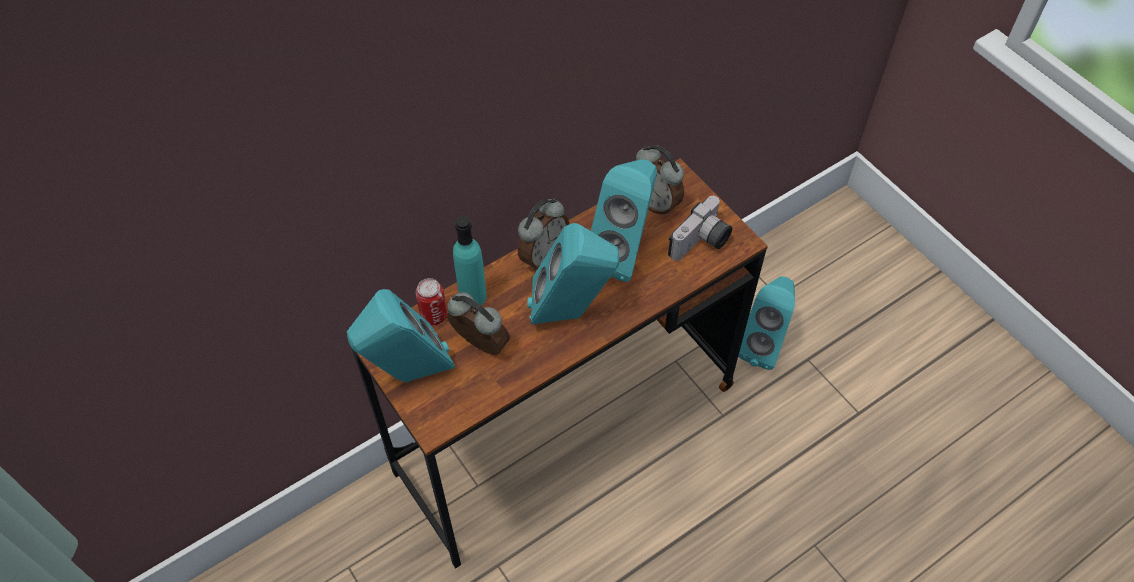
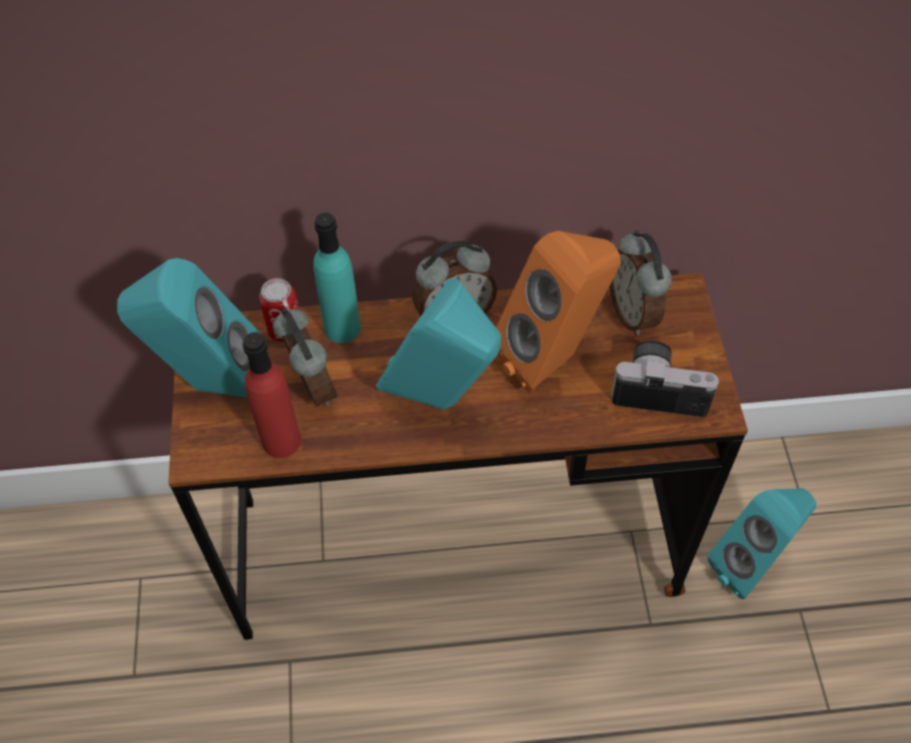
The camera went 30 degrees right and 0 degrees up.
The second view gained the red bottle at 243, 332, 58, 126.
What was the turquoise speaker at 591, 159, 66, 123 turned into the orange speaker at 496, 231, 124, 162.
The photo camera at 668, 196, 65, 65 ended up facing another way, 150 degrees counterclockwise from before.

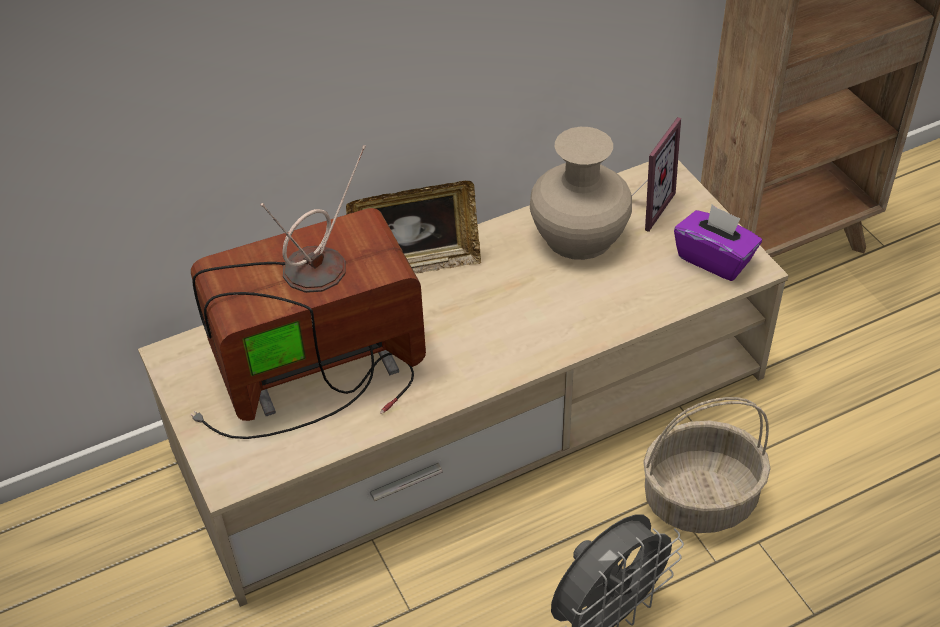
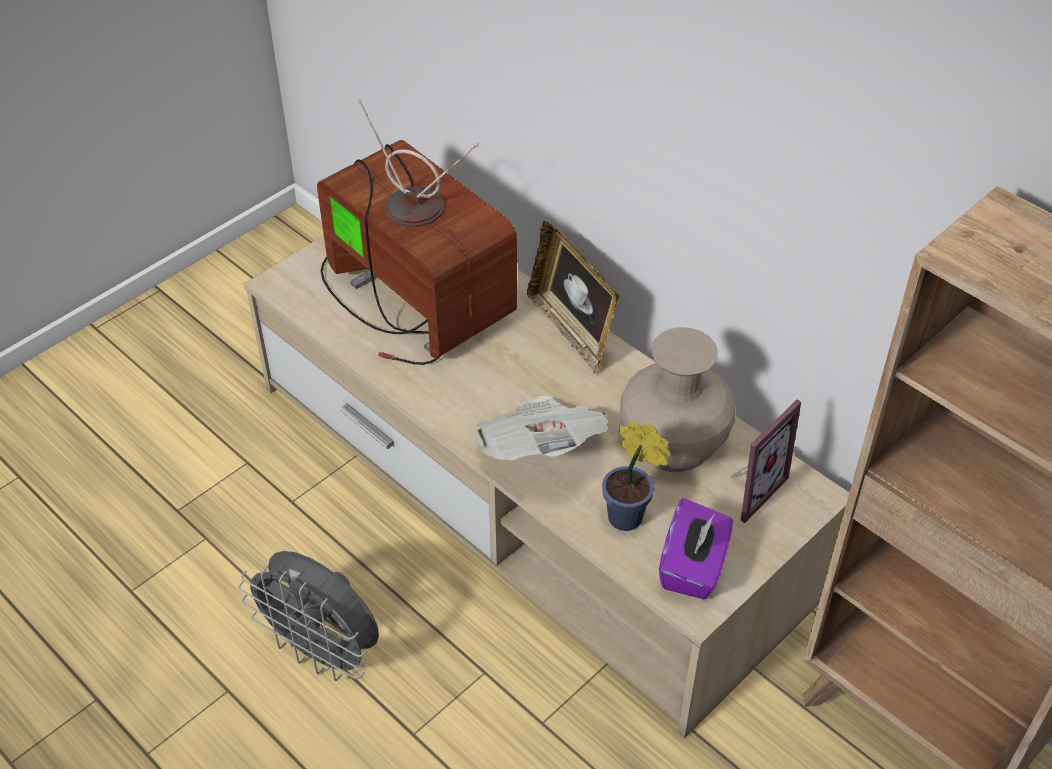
The camera went 70 degrees right and 0 degrees up.
The second view lost the basket at 643, 397, 128, 136.
The second view gained the newspaper at 475, 395, 134, 65.
The second view gained the potted plant at 602, 421, 69, 110.
The picture frame at 632, 117, 49, 115 ended up facing another way, 60 degrees counterclockwise from before.

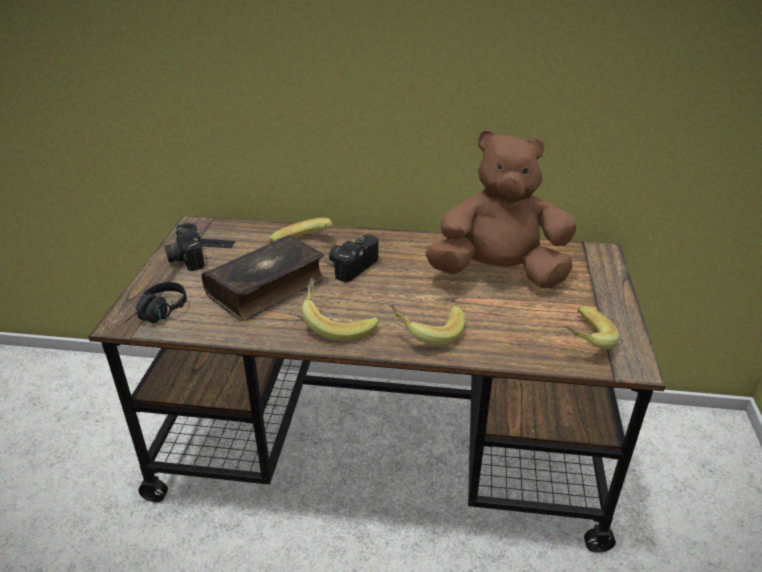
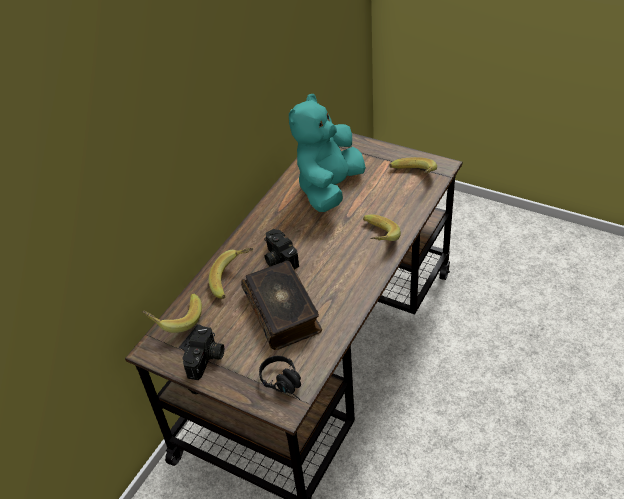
The camera went 65 degrees left and 10 degrees up.
The banana ended up elsewhere, having gone from 301, 278, 78, 63 to 142, 293, 60, 40.
What was the brown plush toy at 425, 130, 151, 158 turned into the turquoise plush toy at 289, 94, 77, 118.
The photo camera at 165, 223, 40, 48 ended up facing another way, 75 degrees counterclockwise from before.

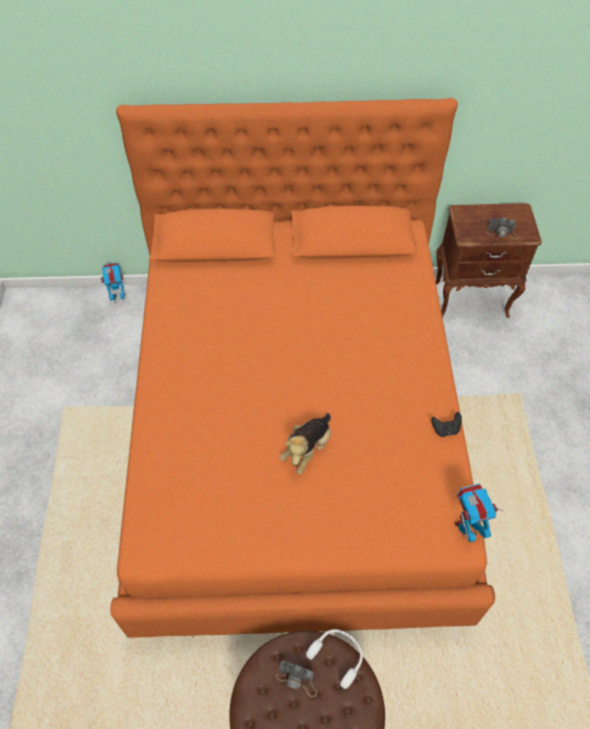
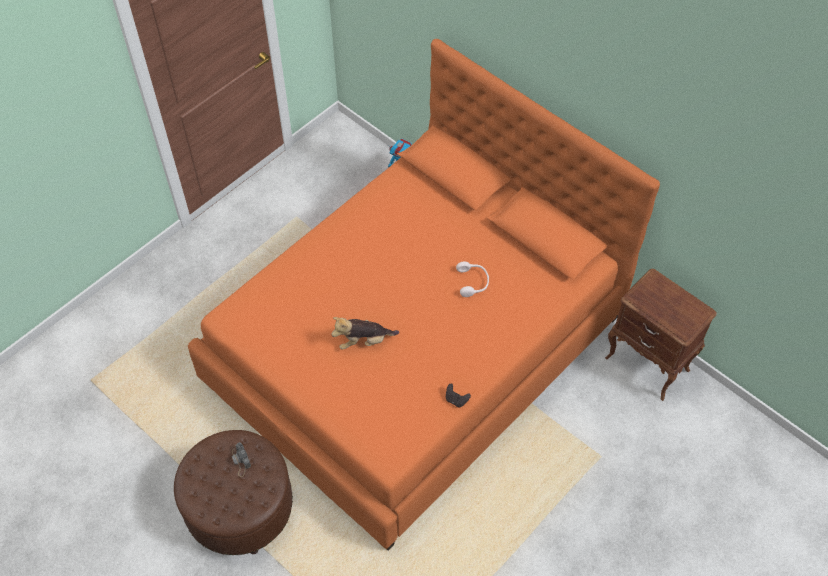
The camera went 45 degrees right and 0 degrees up.
The second view lost the toy robot at 454, 483, 49, 59.
The second view lost the photo camera at 487, 217, 32, 23.
The white headphones ended up elsewhere, having gone from 306, 629, 57, 60 to 456, 262, 33, 35.

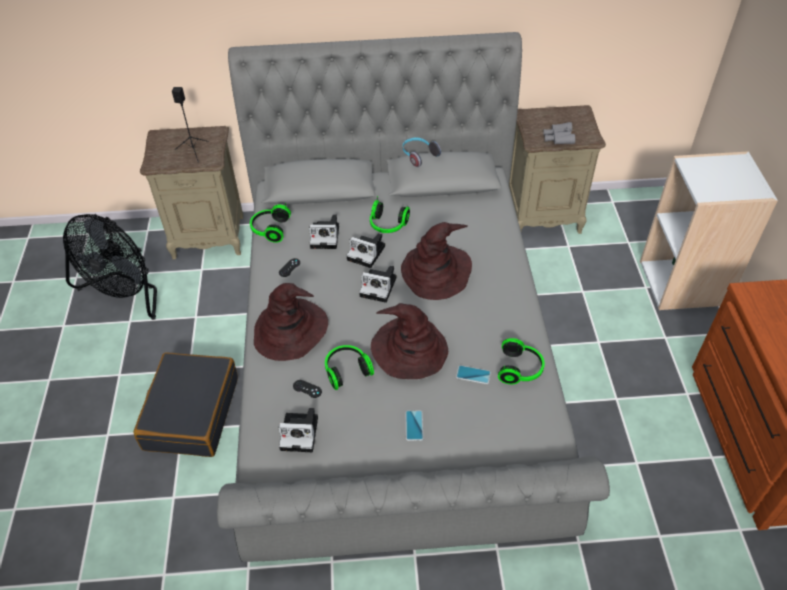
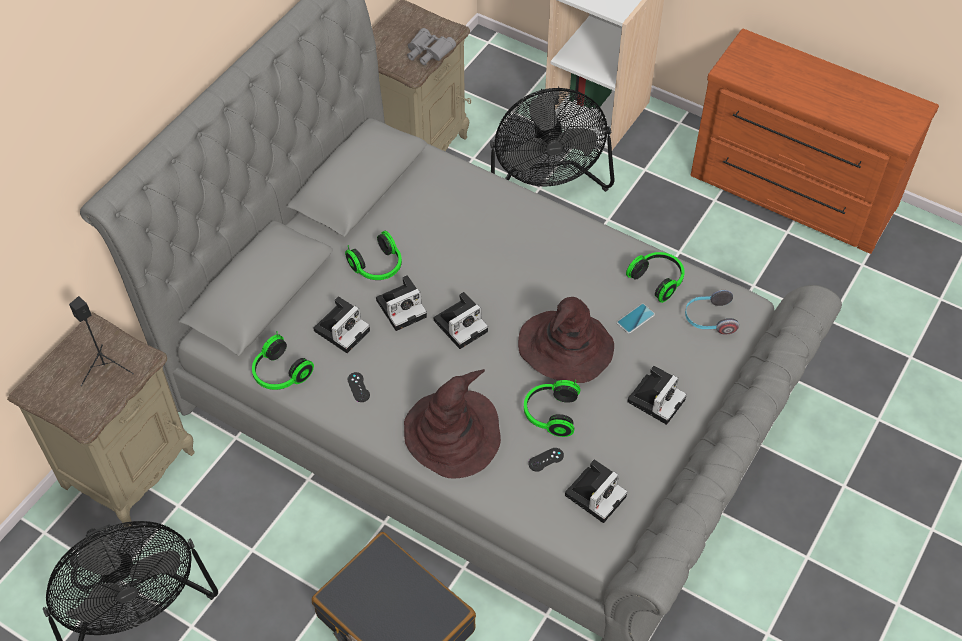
The camera went 55 degrees left and 5 degrees up.
The second view lost the brown hat at 401, 222, 71, 78.
The second view gained the black fan at 490, 86, 125, 106.
The headphones ended up elsewhere, having gone from 403, 137, 38, 30 to 685, 290, 54, 44.
Where the phone stood at 405, 410, 18, 31, the photo camera came to stand at 627, 366, 60, 59.

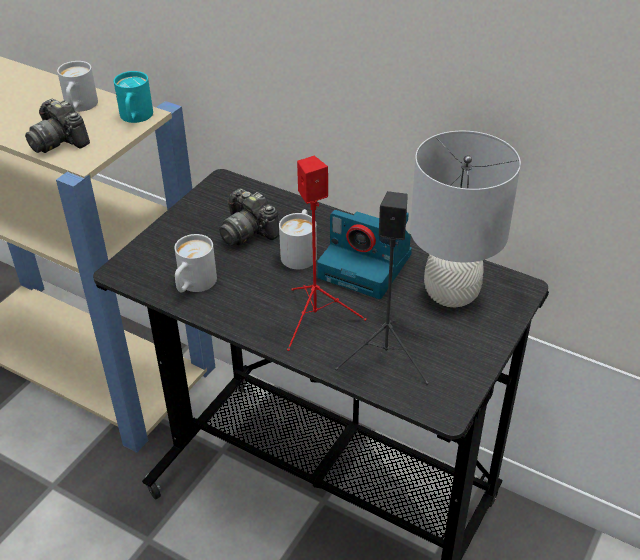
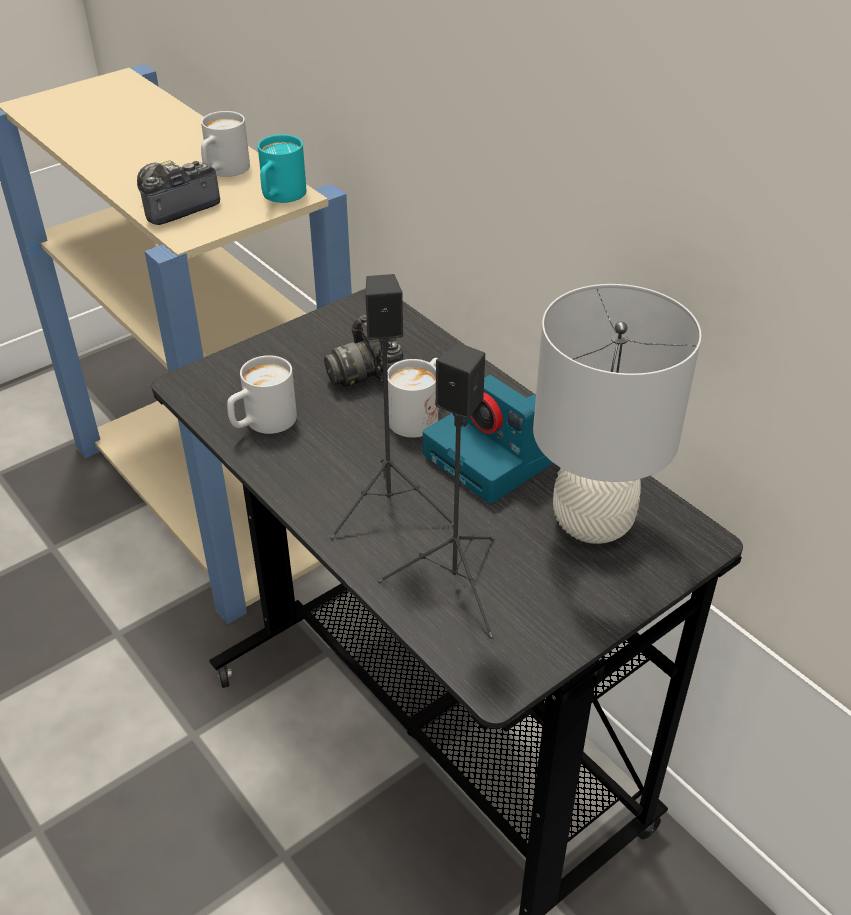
The camera went 20 degrees right and 0 degrees up.
What was the red speaker at 287, 156, 79, 195 turned into the black speaker at 330, 274, 124, 266.
The photo camera at 25, 99, 65, 54 ended up facing another way, 75 degrees clockwise from before.

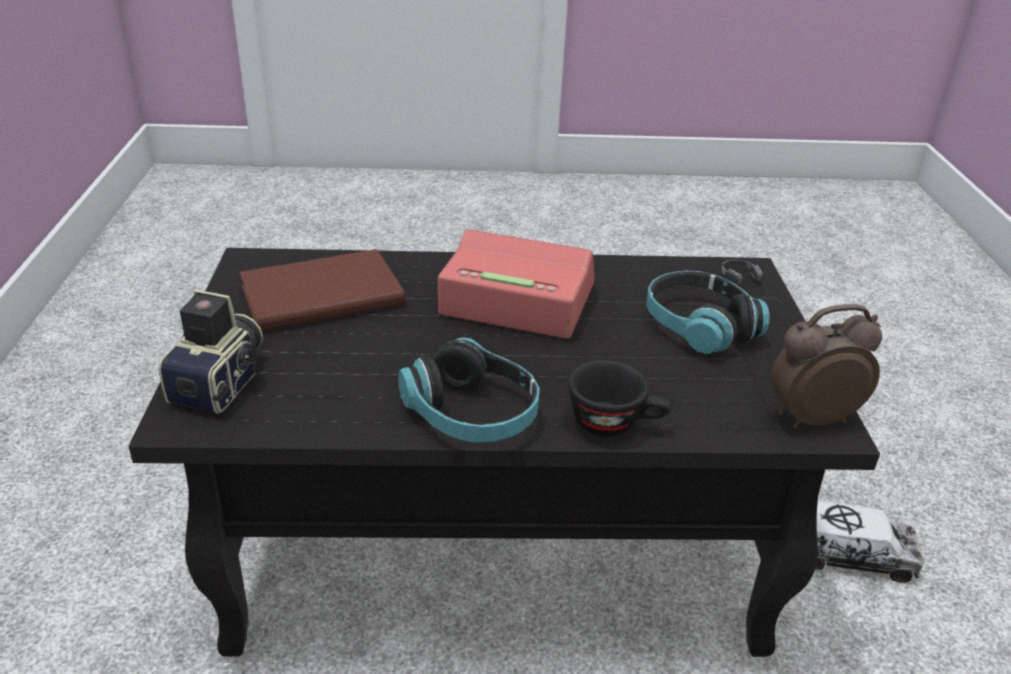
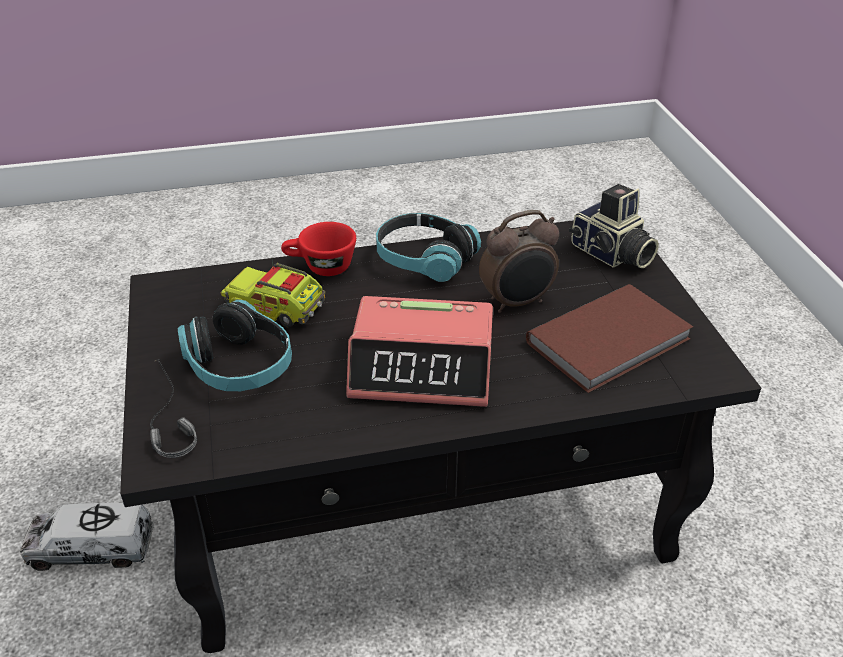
The camera went 170 degrees right and 5 degrees up.
The second view gained the toy truck at 221, 259, 104, 68.
The alarm clock ended up elsewhere, having gone from 771, 304, 111, 124 to 479, 210, 80, 103.
What was the black cup at 568, 360, 104, 77 turned into the red cup at 281, 222, 75, 54.
The photo camera at 158, 290, 105, 123 ended up facing another way, 45 degrees counterclockwise from before.

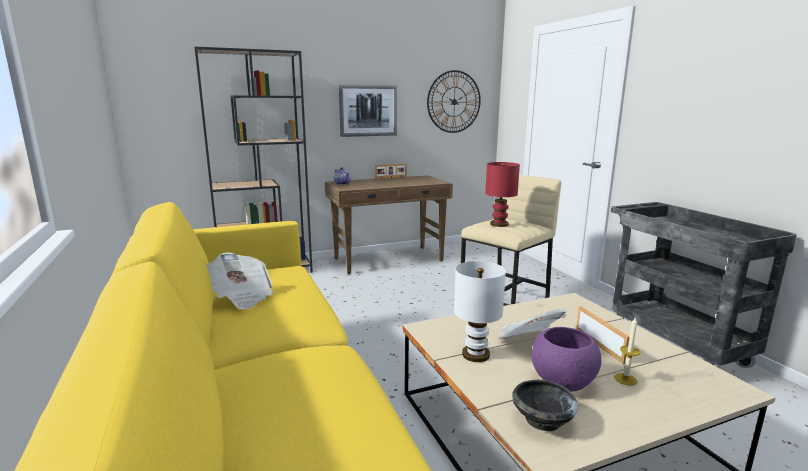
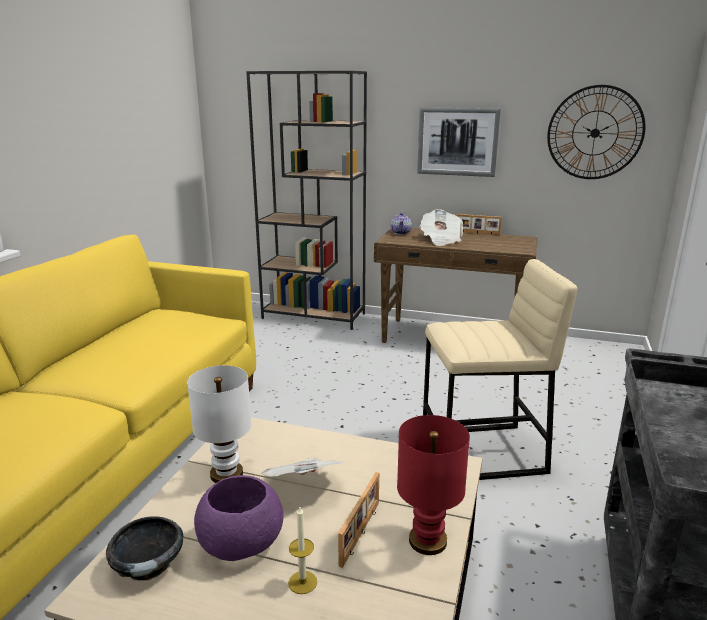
The camera went 40 degrees right and 5 degrees up.
The newspaper ended up elsewhere, having gone from 207, 252, 67, 58 to 419, 209, 44, 37.
The red table lamp ended up elsewhere, having gone from 485, 162, 35, 65 to 397, 415, 73, 140.

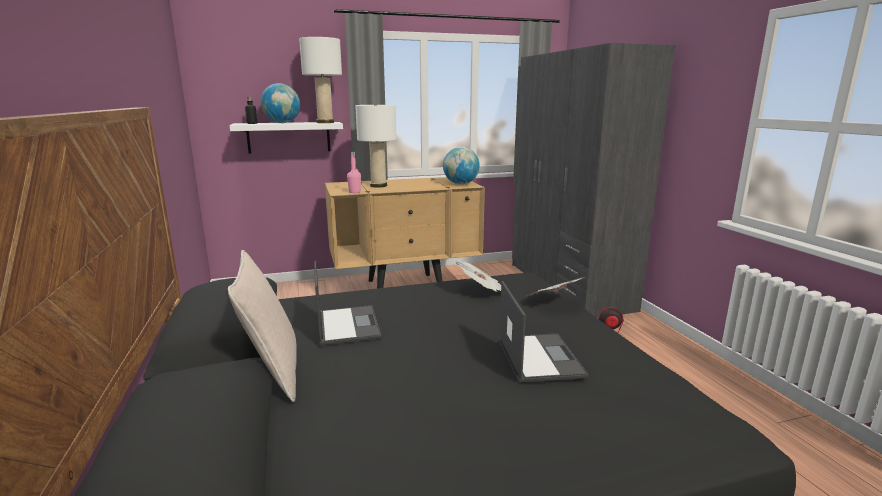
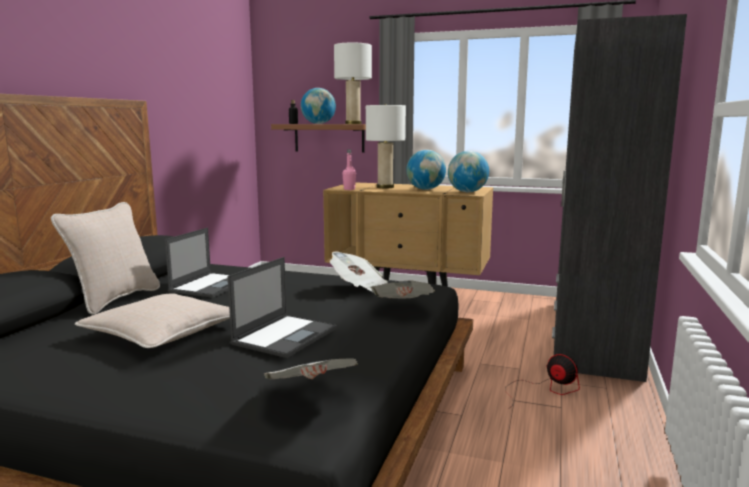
The camera went 35 degrees right and 5 degrees down.
The second view gained the beige pillow at 75, 293, 155, 55.
The second view gained the newspaper at 263, 358, 95, 21.
The second view gained the globe at 406, 150, 40, 40.
What was the white shelf at 230, 122, 113, 32 turned into the brown shelf at 271, 124, 95, 29.

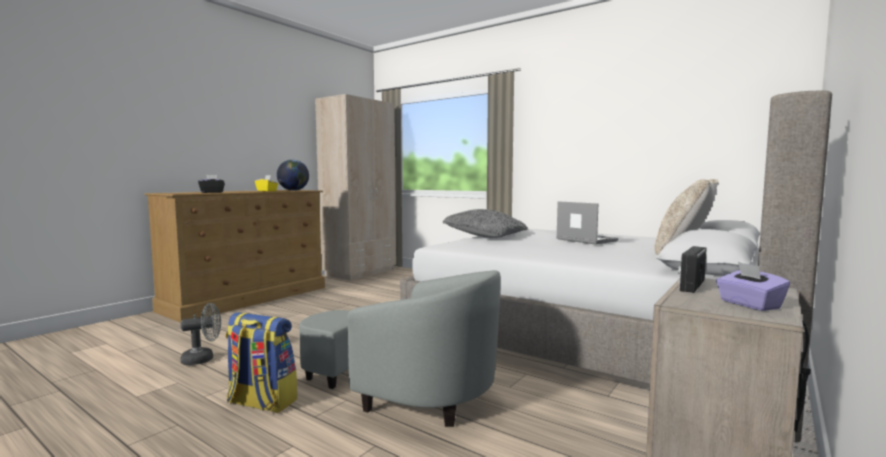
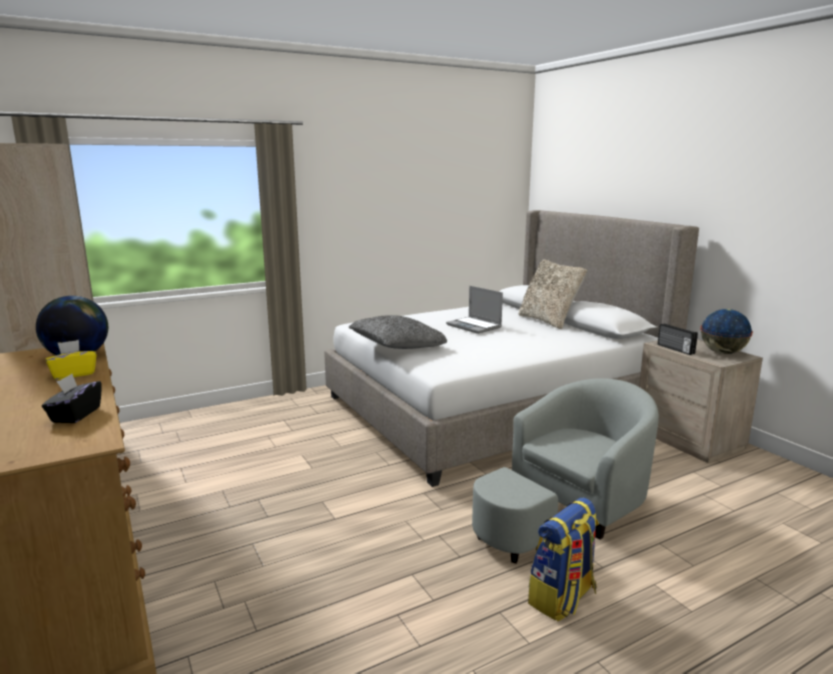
The camera went 65 degrees left and 10 degrees up.
The second view lost the grey fan at 181, 303, 40, 62.
Where the purple tissue box stood at 716, 262, 74, 49, the globe came to stand at 700, 309, 53, 45.
The laptop at 556, 201, 63, 43 ended up facing another way, 120 degrees counterclockwise from before.

